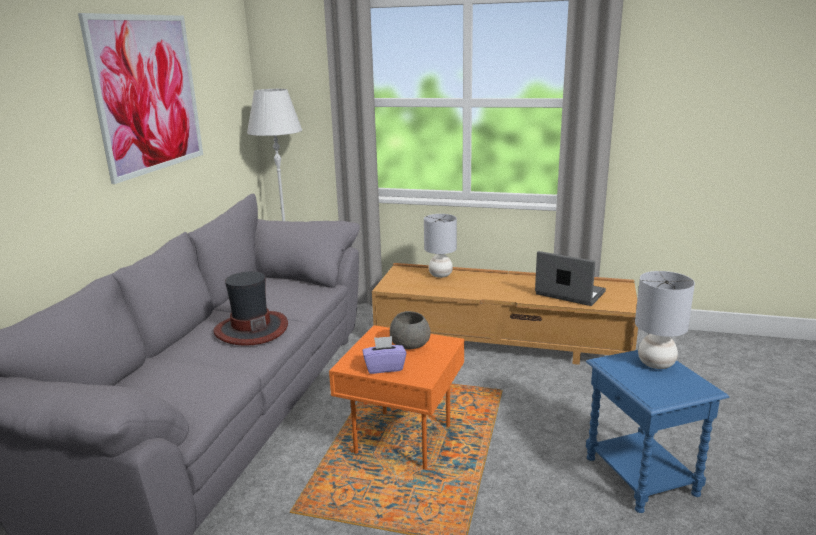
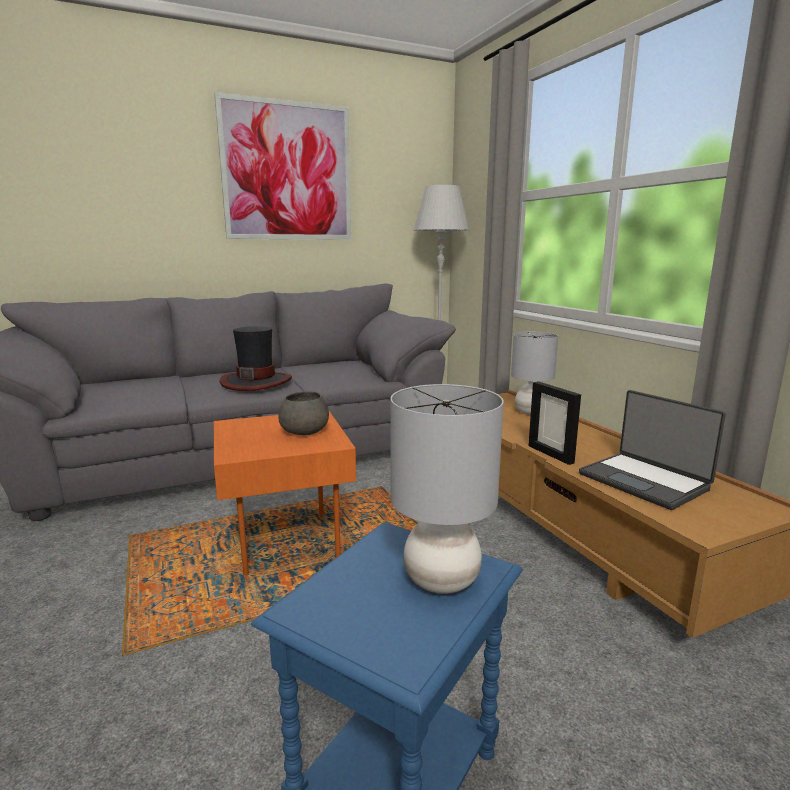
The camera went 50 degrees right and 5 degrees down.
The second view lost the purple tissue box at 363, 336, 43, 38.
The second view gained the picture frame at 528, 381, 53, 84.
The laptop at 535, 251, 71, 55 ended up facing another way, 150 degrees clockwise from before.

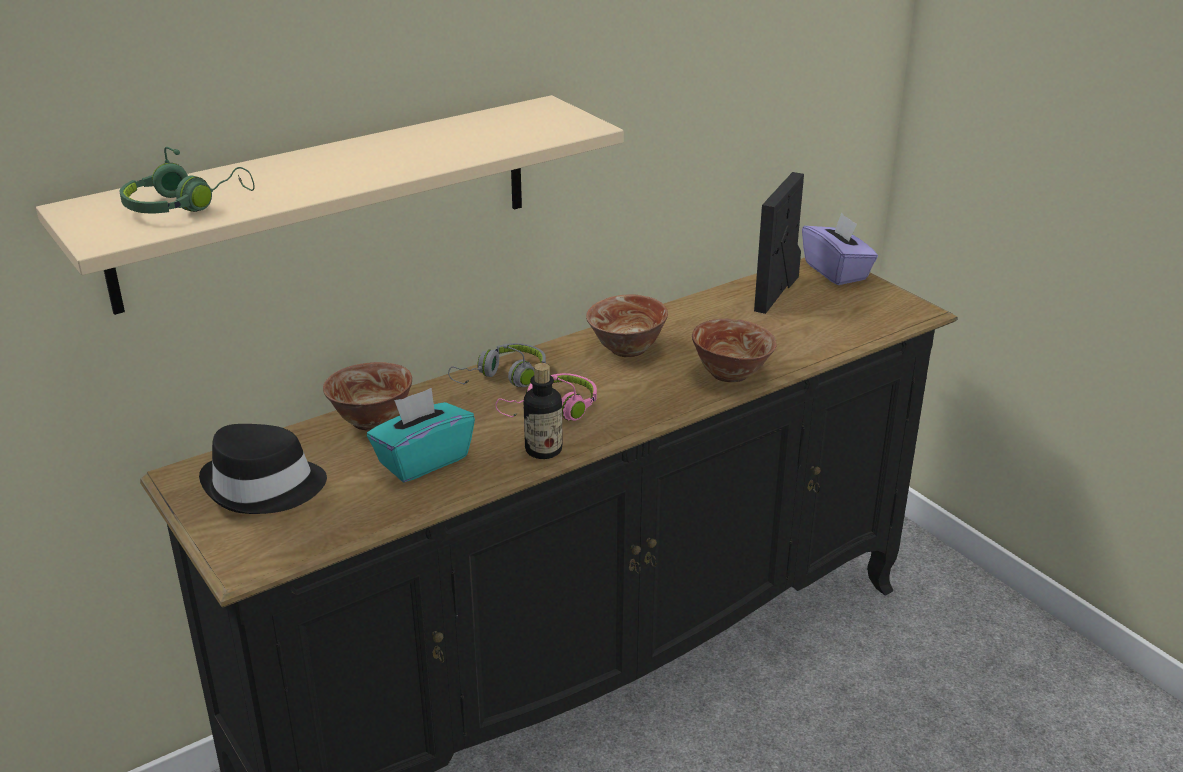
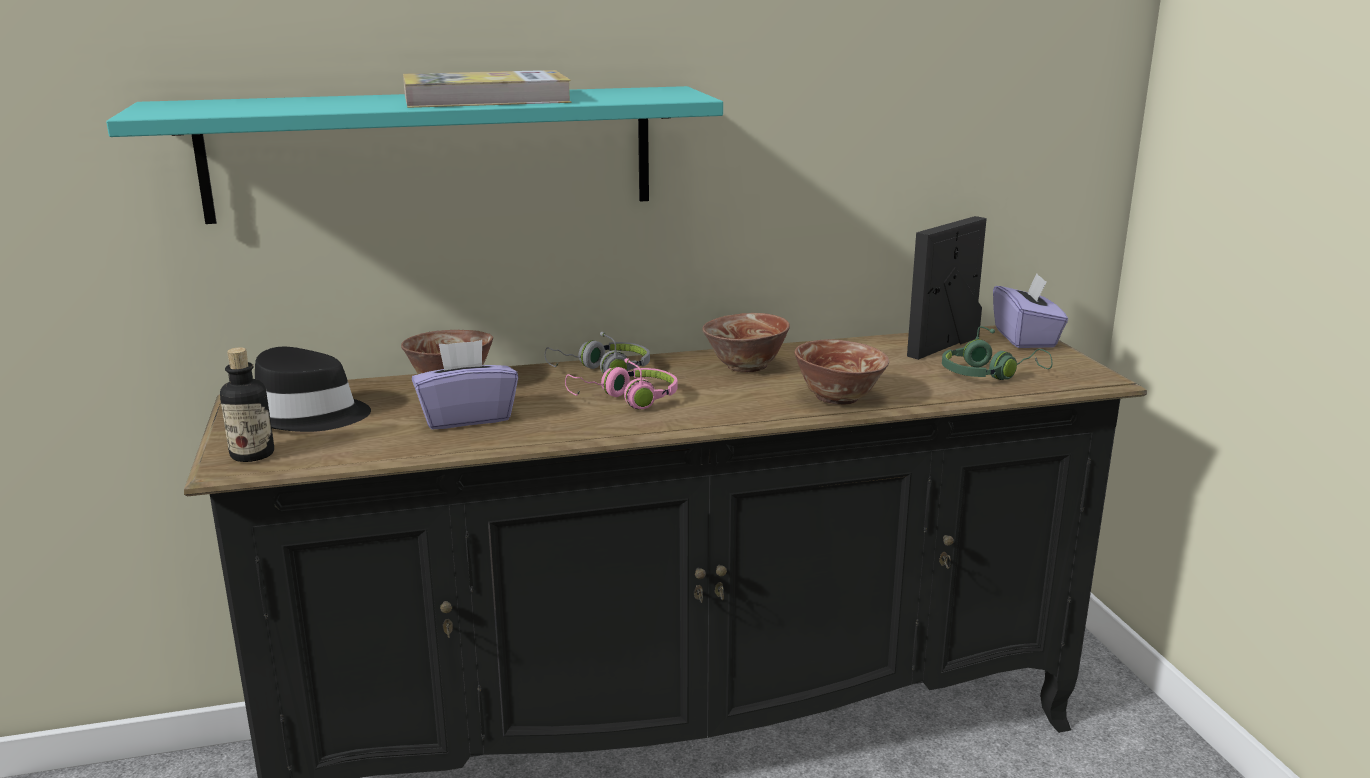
The camera went 20 degrees right and 10 degrees down.
The second view gained the book at 403, 70, 169, 38.
The green headphones ended up elsewhere, having gone from 120, 147, 135, 66 to 942, 326, 111, 54.
The bottle ended up elsewhere, having gone from 524, 363, 39, 96 to 220, 348, 54, 114.
What was the beige shelf at 36, 95, 588, 220 turned into the turquoise shelf at 106, 86, 617, 138.
What was the turquoise tissue box at 367, 388, 108, 94 turned into the purple tissue box at 412, 340, 106, 90.

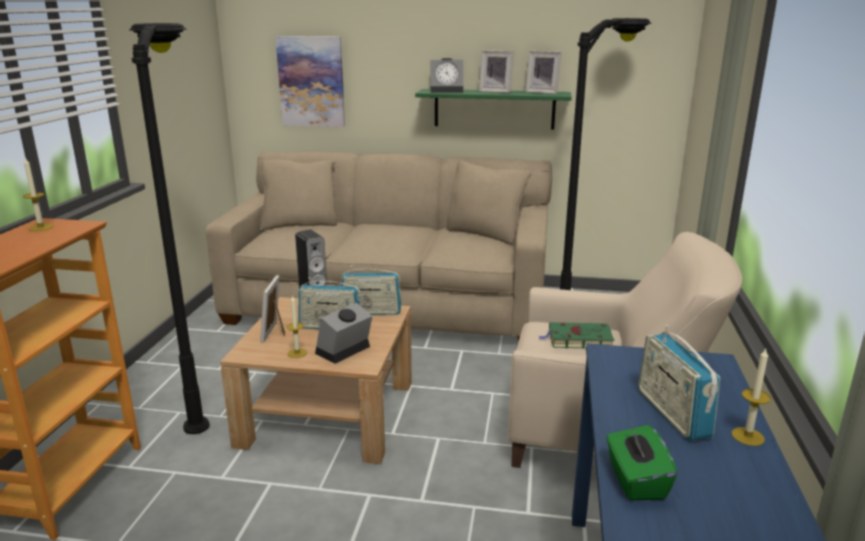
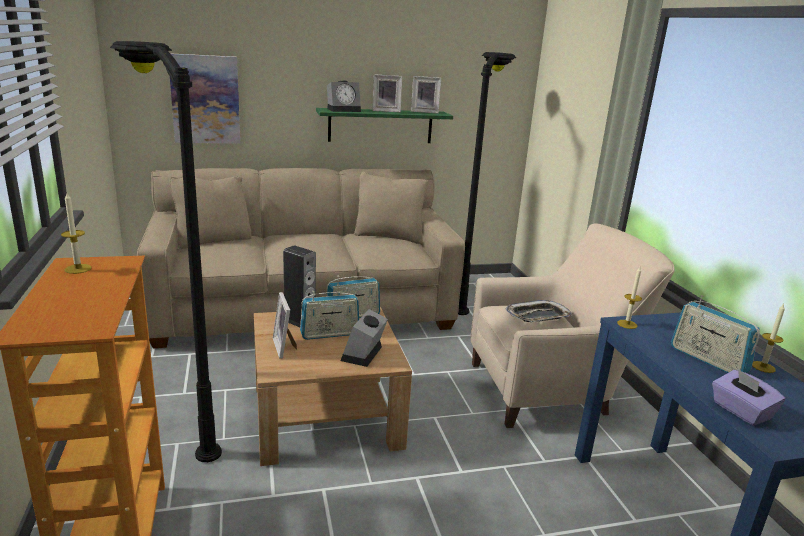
The camera went 25 degrees left and 0 degrees up.
The candle ended up elsewhere, having gone from 287, 295, 20, 63 to 617, 267, 25, 62.
Where the green book stood at 538, 322, 76, 27, the tray came to stand at 506, 300, 66, 22.
What was the green tissue box at 606, 424, 71, 77 turned into the purple tissue box at 712, 369, 73, 57.

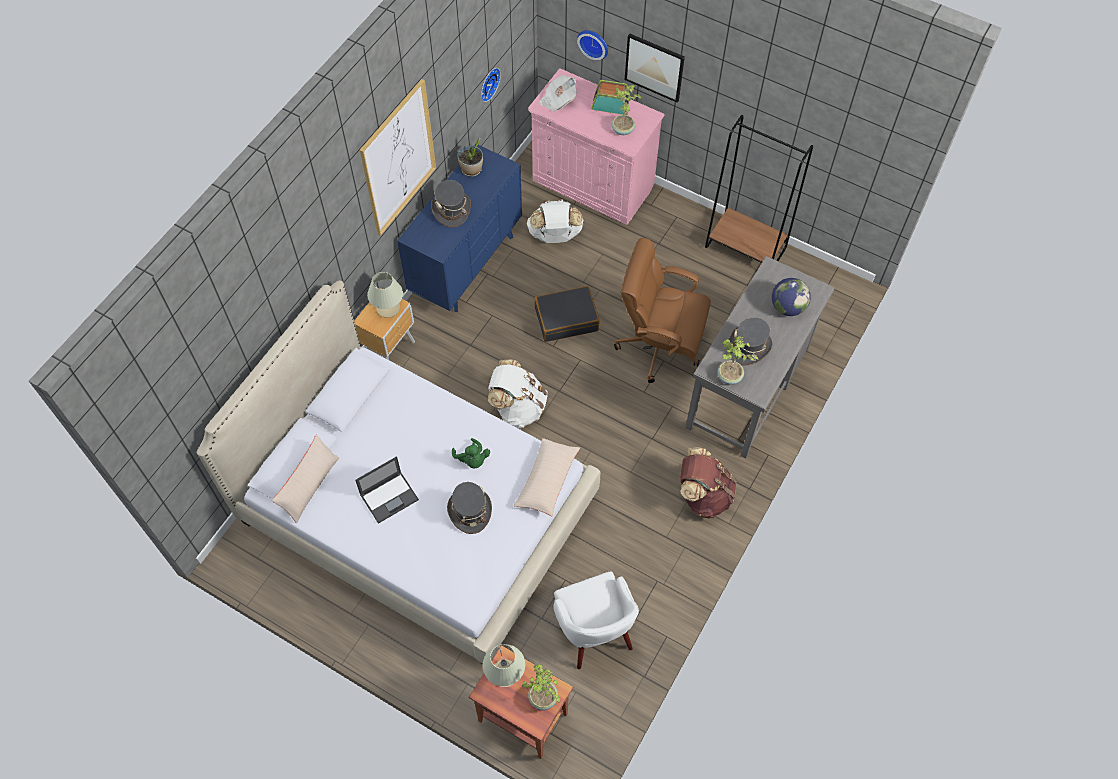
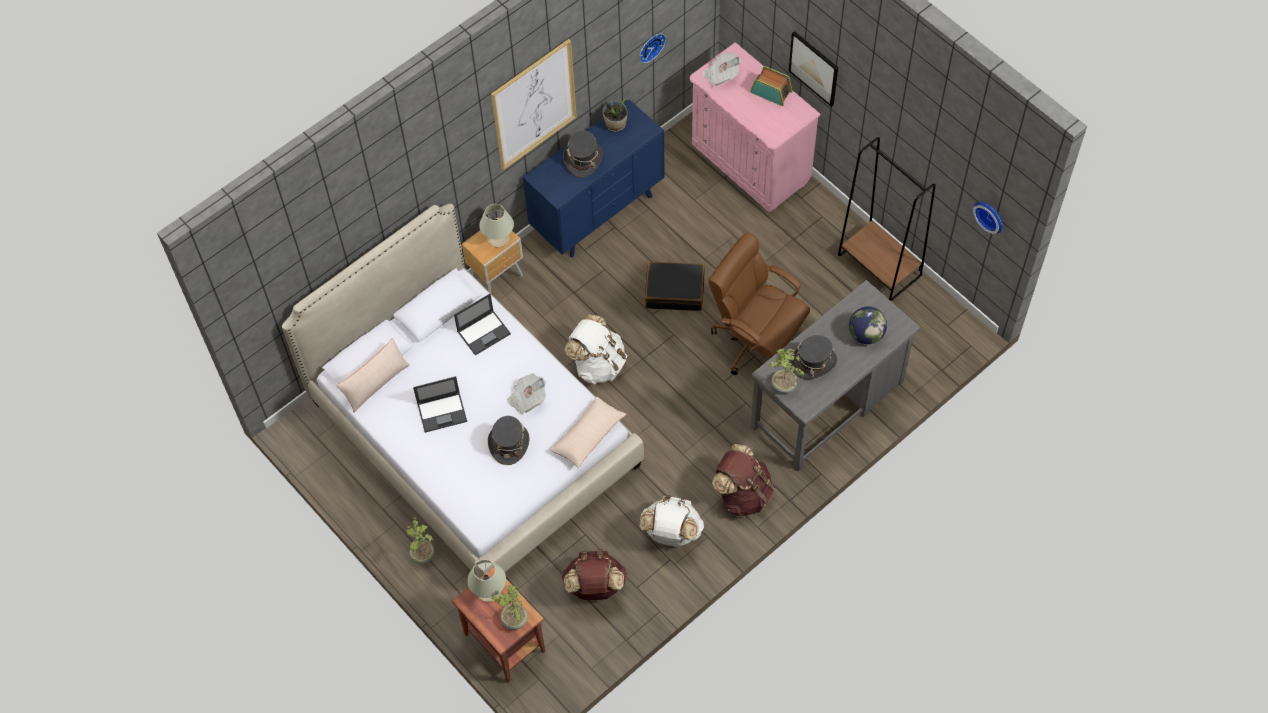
The camera went 20 degrees right and 0 degrees up.
The second view gained the laptop at 454, 294, 57, 61.
The white backpack ended up elsewhere, having gone from 527, 199, 57, 44 to 640, 495, 64, 52.
The wall clock ended up elsewhere, having gone from 577, 30, 31, 30 to 973, 202, 29, 32.
The potted plant ended up elsewhere, having gone from 612, 85, 29, 50 to 407, 517, 28, 47.
Where the green plush toy stood at 452, 438, 38, 31, the newspaper came to stand at 507, 373, 39, 42.
Where the white armchair stood at 553, 572, 86, 97, the brown backpack came to stand at 562, 549, 65, 51.

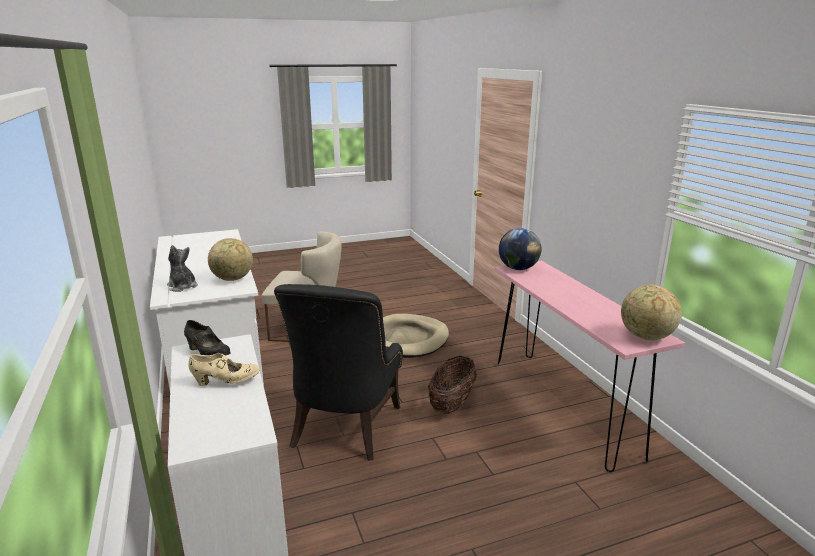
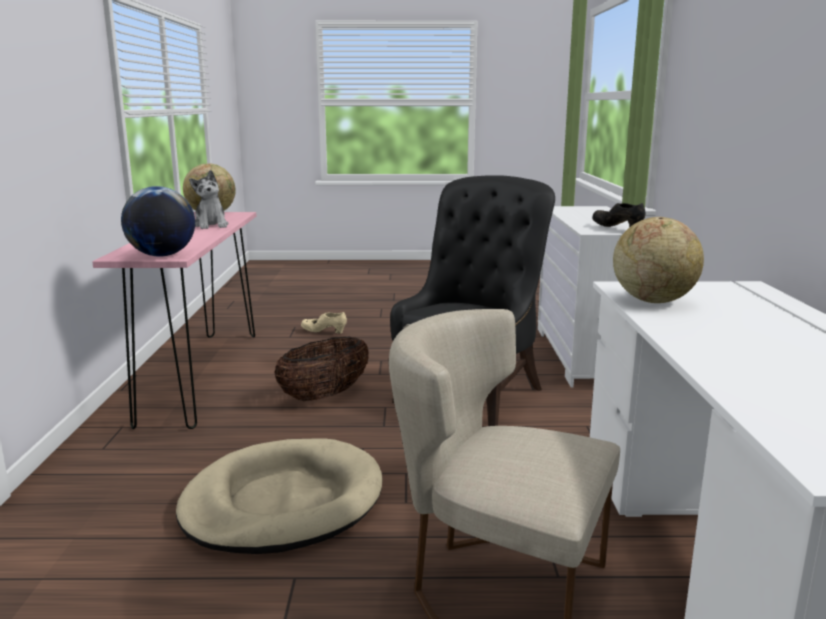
The camera went 160 degrees left and 5 degrees down.
The plush toy ended up elsewhere, having gone from 167, 245, 31, 47 to 189, 170, 40, 59.
The beige shoe ended up elsewhere, having gone from 188, 353, 72, 33 to 301, 312, 46, 22.

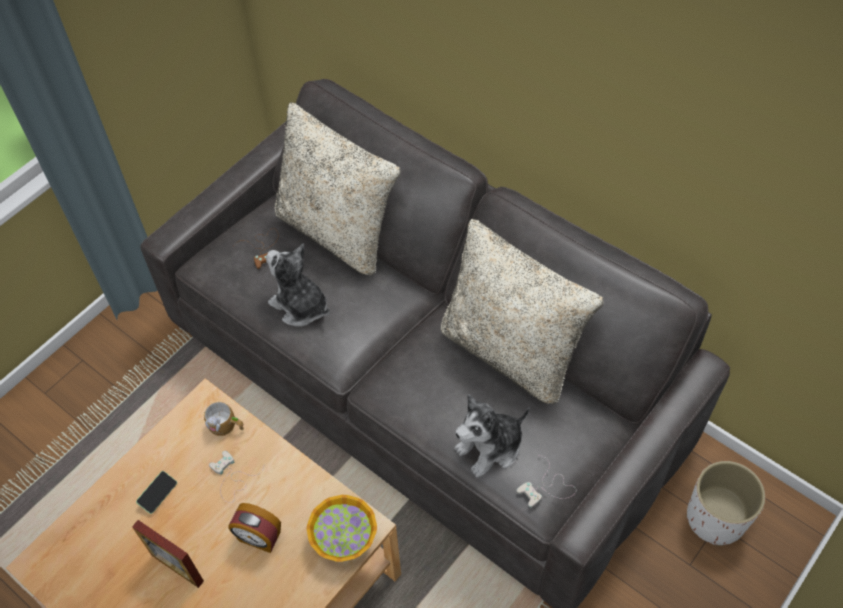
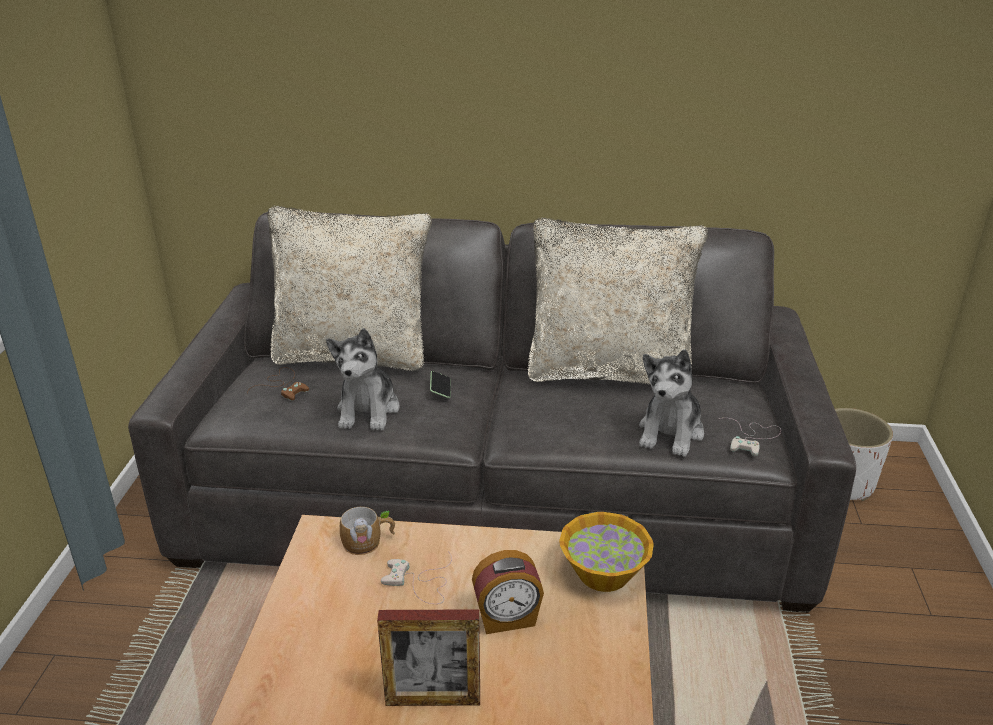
The camera went 35 degrees left and 25 degrees down.
The phone ended up elsewhere, having gone from 136, 471, 41, 43 to 430, 371, 21, 27.
The plush toy at 266, 243, 64, 84 ended up facing another way, 90 degrees counterclockwise from before.

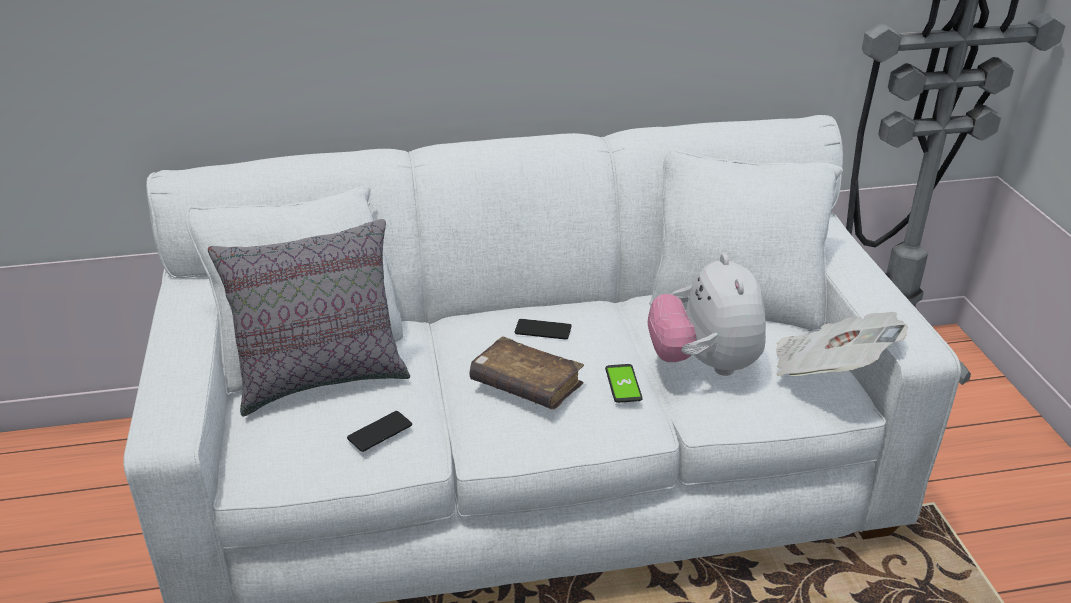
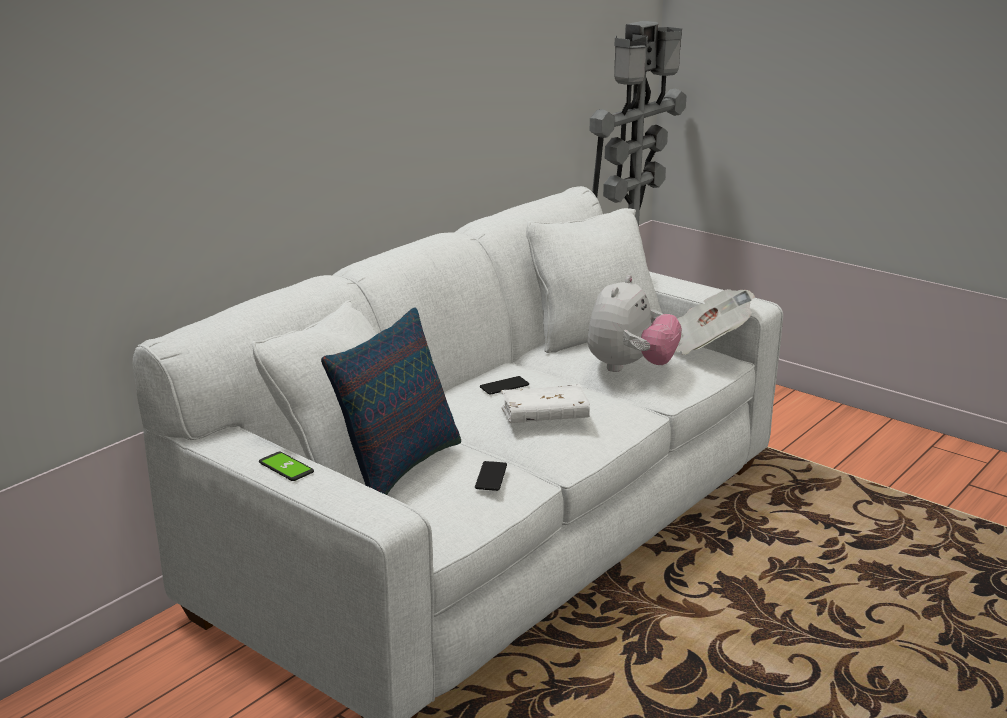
The camera went 40 degrees left and 10 degrees down.
The phone ended up elsewhere, having gone from 605, 364, 38, 39 to 259, 452, 55, 29.
What was the grey pillow at 208, 219, 202, 197 turned into the blue pillow at 321, 308, 140, 187.
What was the brown book at 470, 336, 114, 73 turned into the white book at 501, 384, 89, 39.
The plush toy at 647, 254, 119, 122 ended up facing another way, 105 degrees counterclockwise from before.

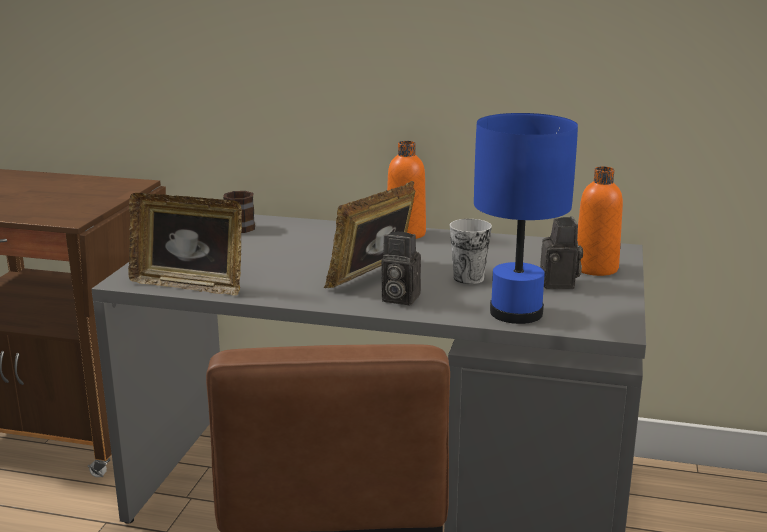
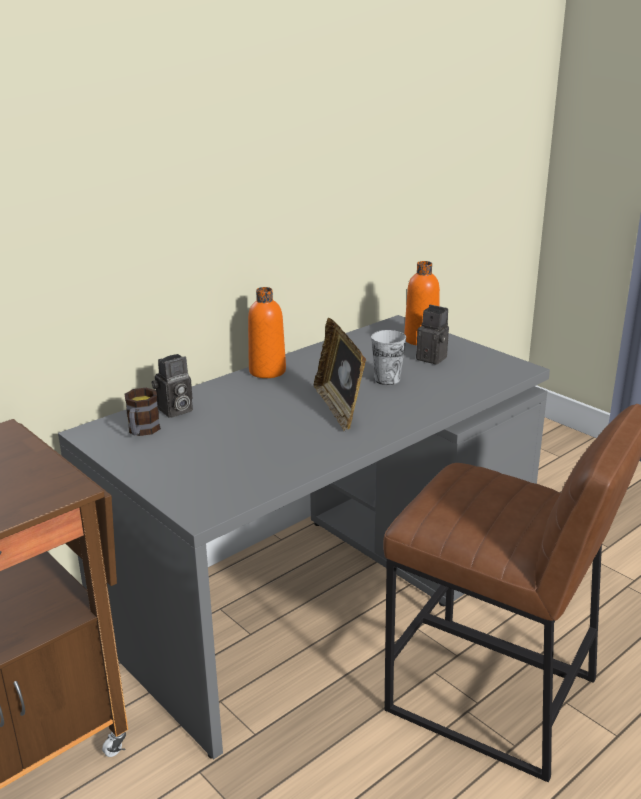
The camera went 55 degrees left and 5 degrees up.
The second view lost the picture frame at 128, 193, 114, 103.
The second view lost the blue table lamp at 474, 113, 104, 211.
The photo camera ended up elsewhere, having gone from 381, 232, 40, 73 to 152, 354, 41, 64.

